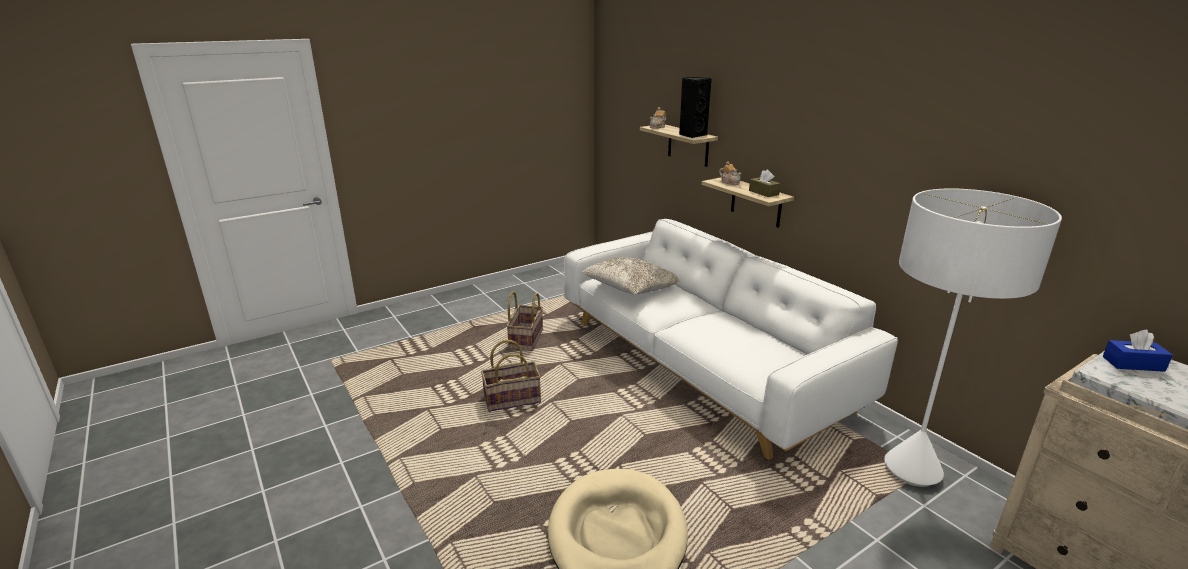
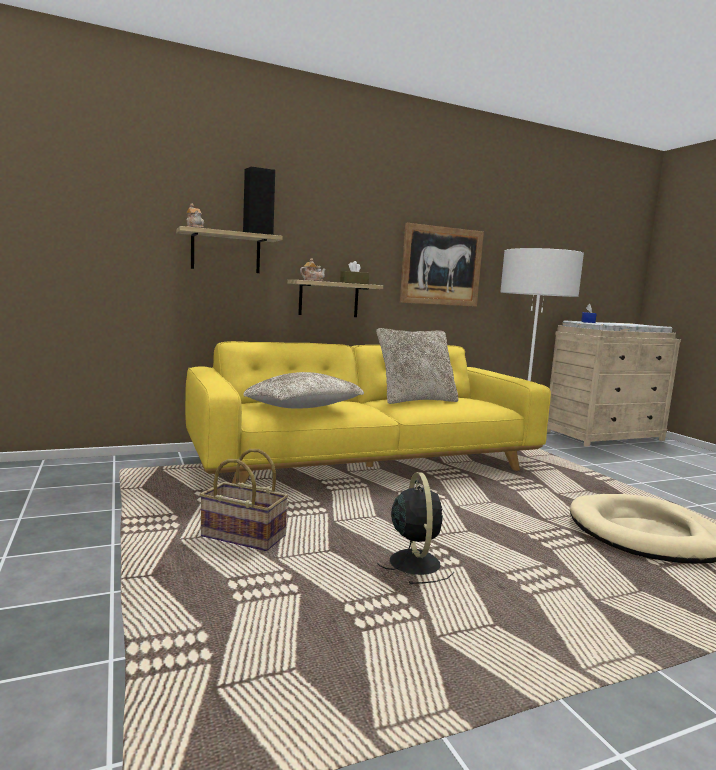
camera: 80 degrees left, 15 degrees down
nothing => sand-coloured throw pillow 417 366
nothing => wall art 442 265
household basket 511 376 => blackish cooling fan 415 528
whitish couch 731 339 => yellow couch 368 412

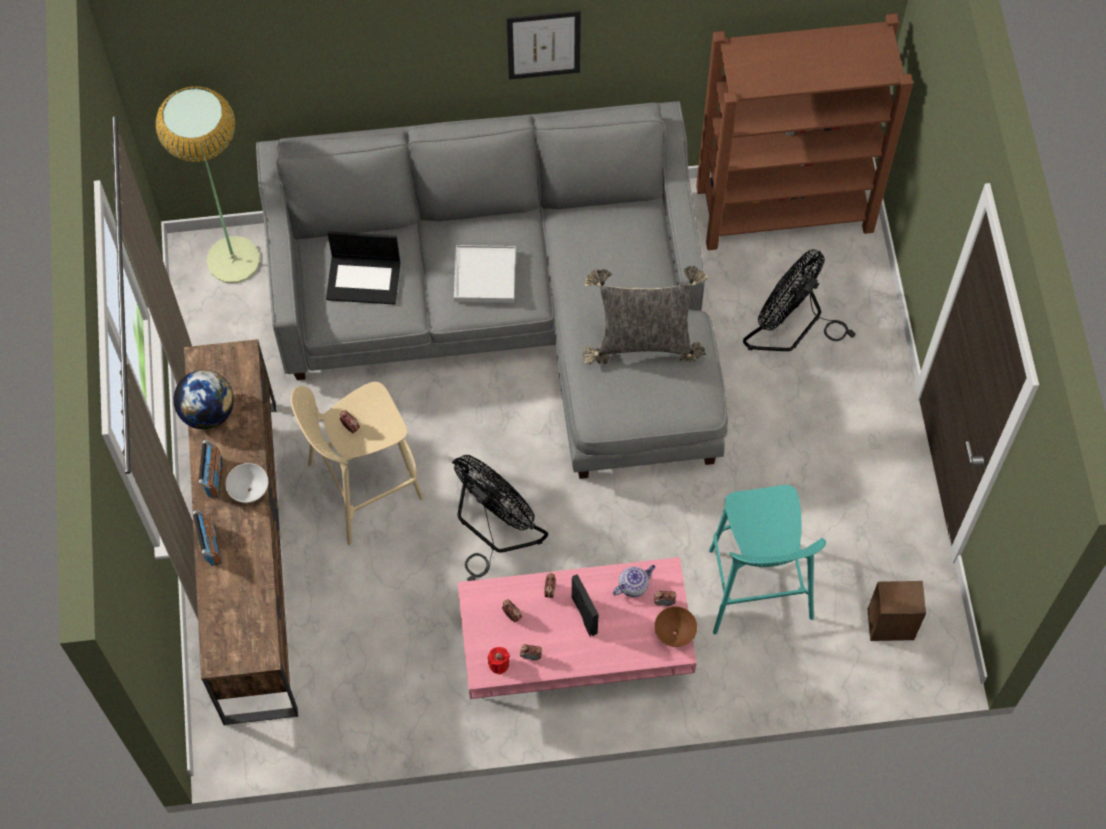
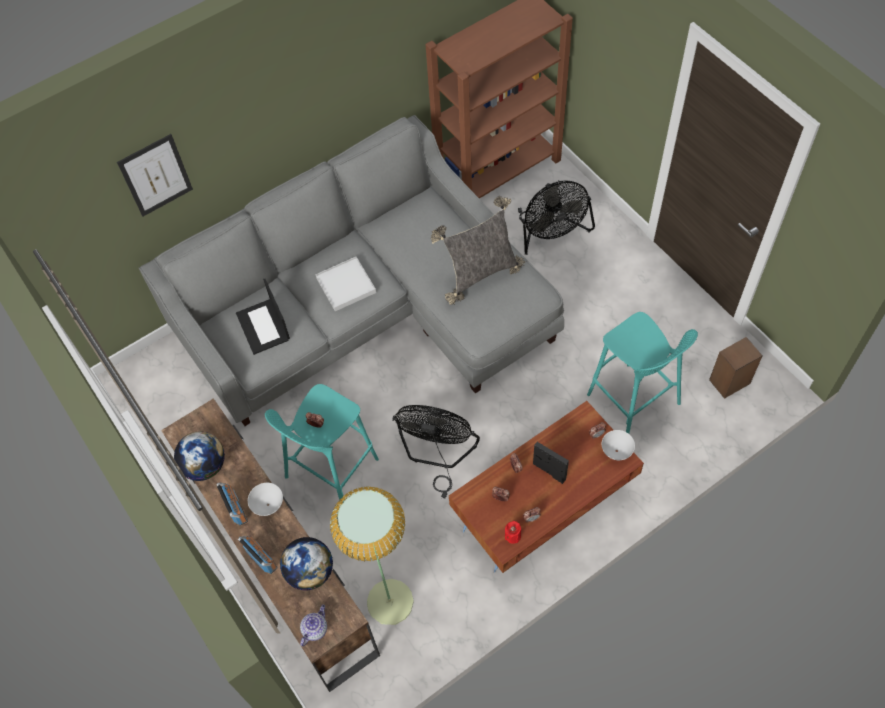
camera: 25 degrees left, 5 degrees down
nothing => globe 306 563
standing lamp 207 184 => standing lamp 372 556, moved
wall art 544 45 => wall art 155 175, moved
teapot 634 581 => teapot 313 626, moved
sand-coloured stool 357 463 => blue-green stool 322 443
pinkish lounge table 576 628 => brown lounge table 546 487
brown serving bowl 675 626 => whitish serving bowl 618 445
portable computer 363 268 => portable computer 263 316, 90 degrees clockwise
blackish cooling fan 799 300 => blackish cooling fan 556 218, 120 degrees counterclockwise

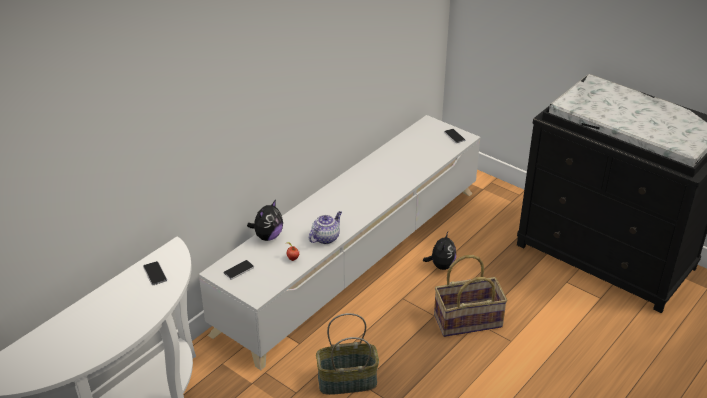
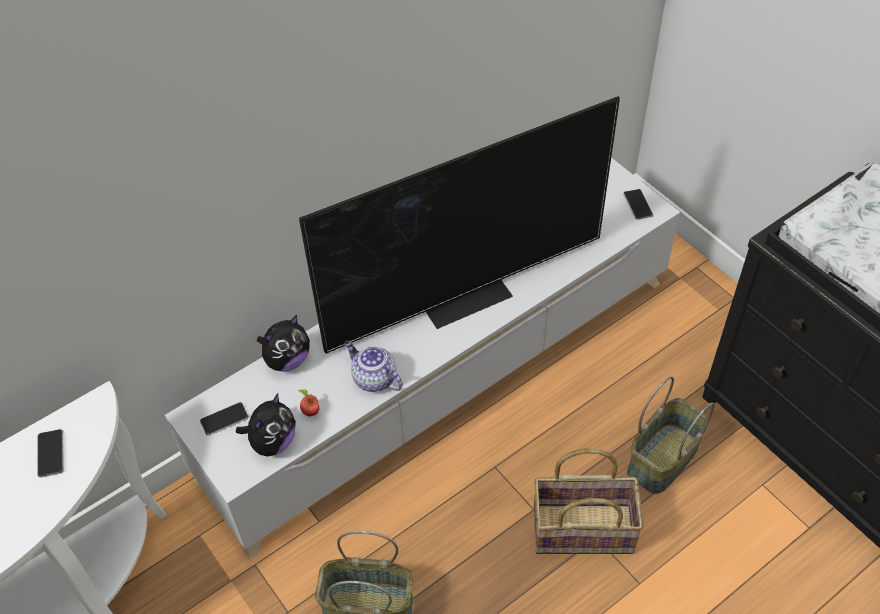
camera: 15 degrees right, 15 degrees up
nothing => TV 459 225
nothing => household basket 670 435
plush toy 439 251 => plush toy 266 425, moved
teapot 325 227 => teapot 373 366, 105 degrees counterclockwise

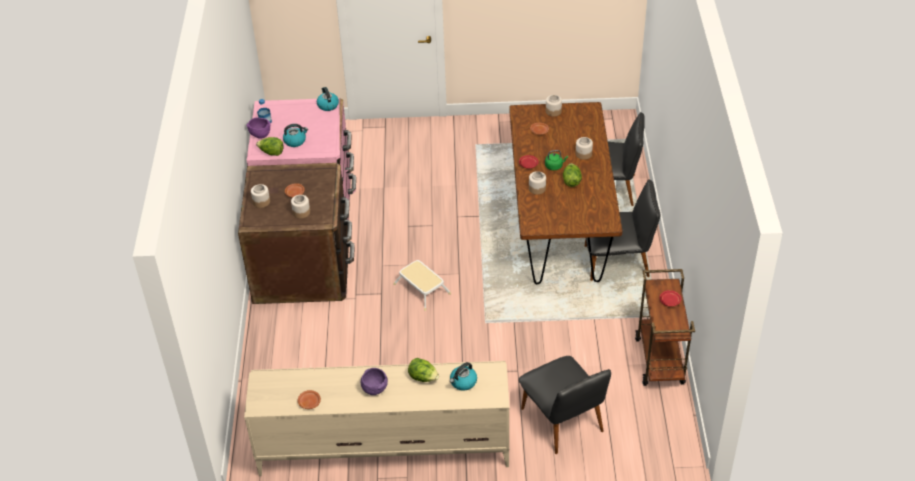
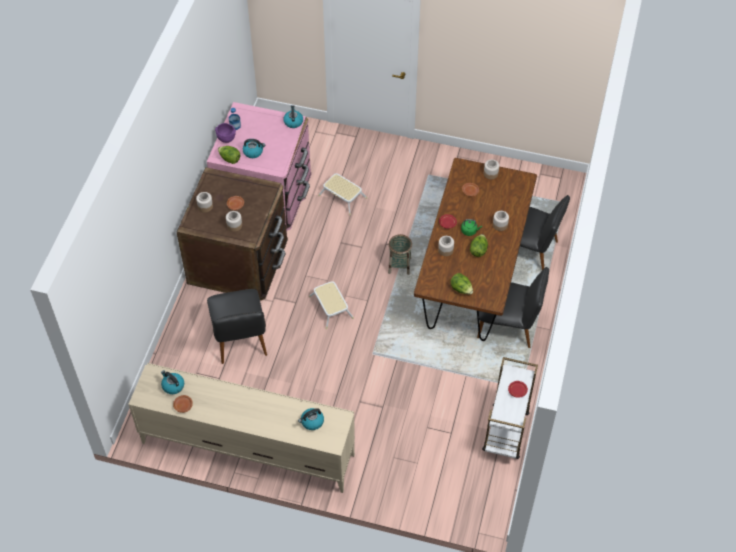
camera: 15 degrees right, 10 degrees up
purple serving bowl 374 381 => nothing
nothing => water kettle 172 382
nothing => sand-coloured step stool 343 194
nothing => household basket 400 254
lettuce head 423 370 => lettuce head 461 283, moved
blackish plain chair 565 405 => blackish plain chair 237 326, moved
brown cart 665 327 => whitish cart 510 408

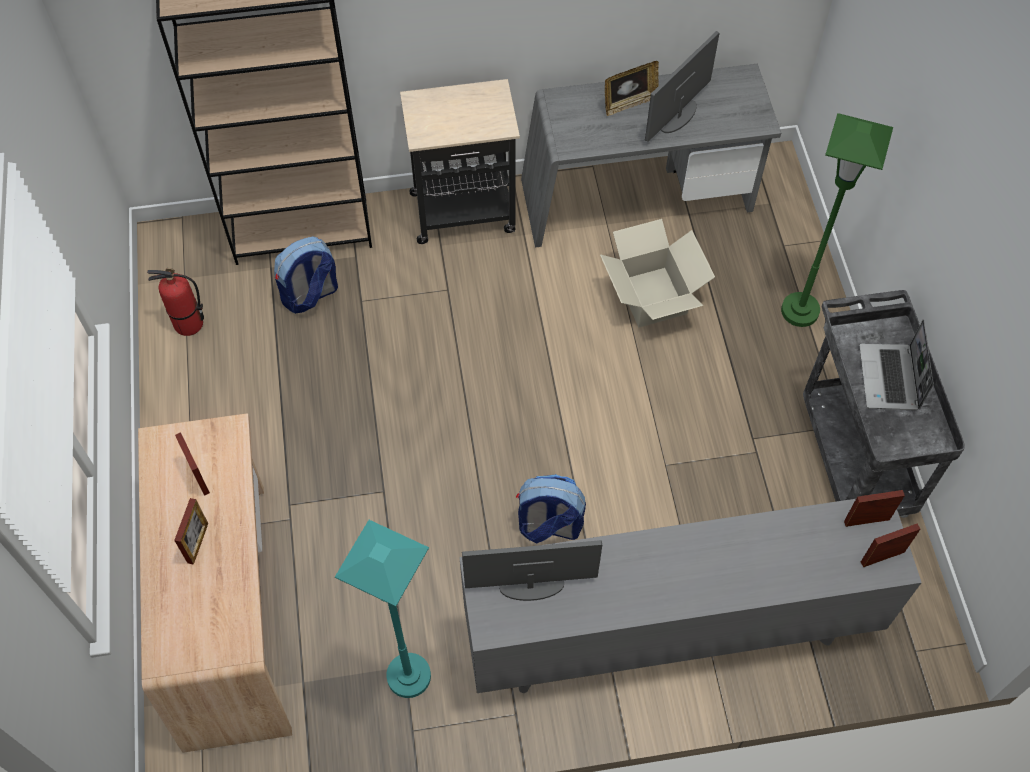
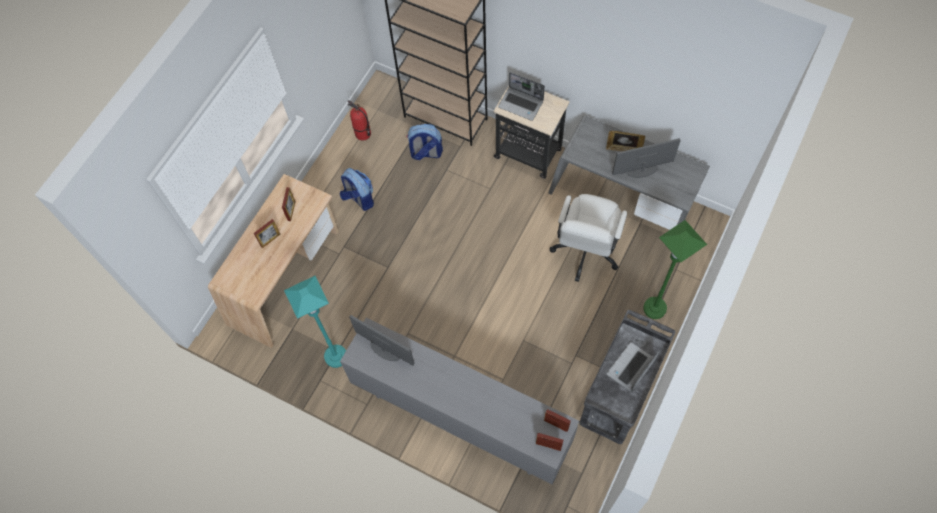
camera: 40 degrees right, 5 degrees up
nothing => portable computer 521 96
rucksack 551 509 => rucksack 357 189, moved
carton 657 273 => whitish computer chair 588 238

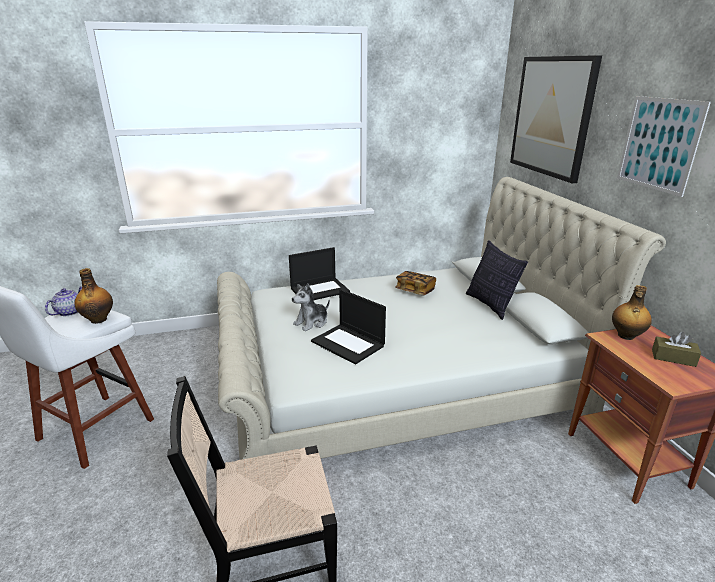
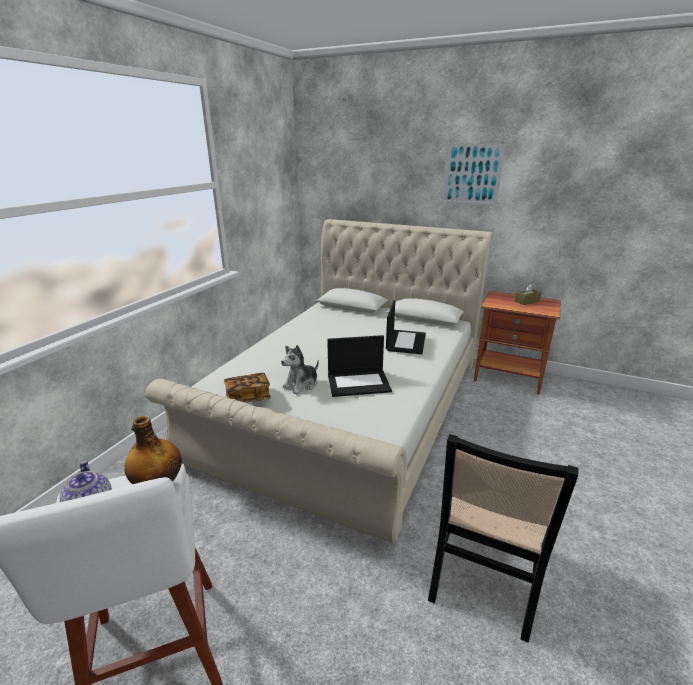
camera: 50 degrees left, 0 degrees up
throw pillow 497 280 => nothing
wall art 556 119 => nothing
beverage bottle 632 312 => nothing
portable computer 319 273 => portable computer 406 327, moved
volume 415 283 => volume 247 388, moved
plush toy 311 307 => plush toy 300 370, 45 degrees clockwise

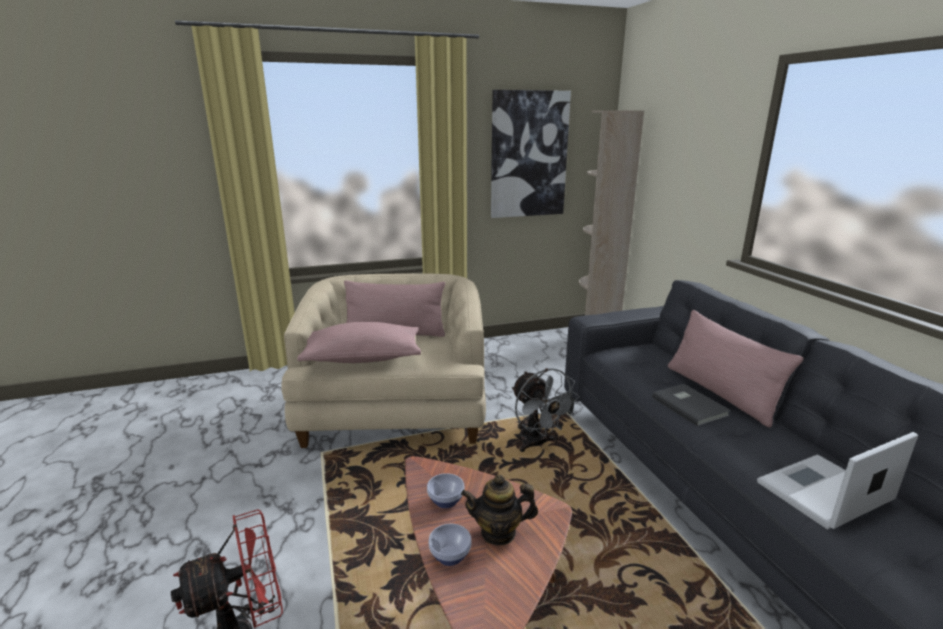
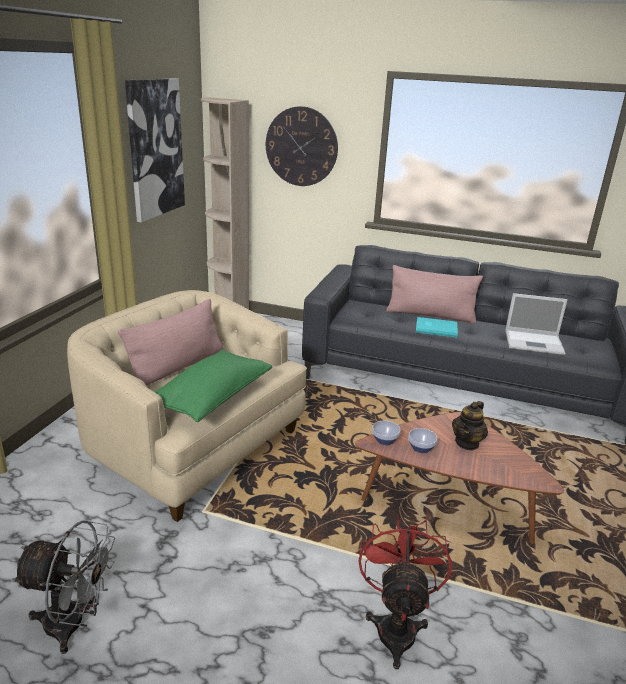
camera: 55 degrees left, 5 degrees up
nothing => wall clock 302 146
serving bowl 450 545 => serving bowl 386 433, moved
grey cooling fan 546 410 => grey cooling fan 63 587, moved
pinkish throw pillow 359 342 => green throw pillow 213 386
grey volume 691 405 => blue-green volume 437 327
portable computer 837 481 => portable computer 536 324, 90 degrees counterclockwise

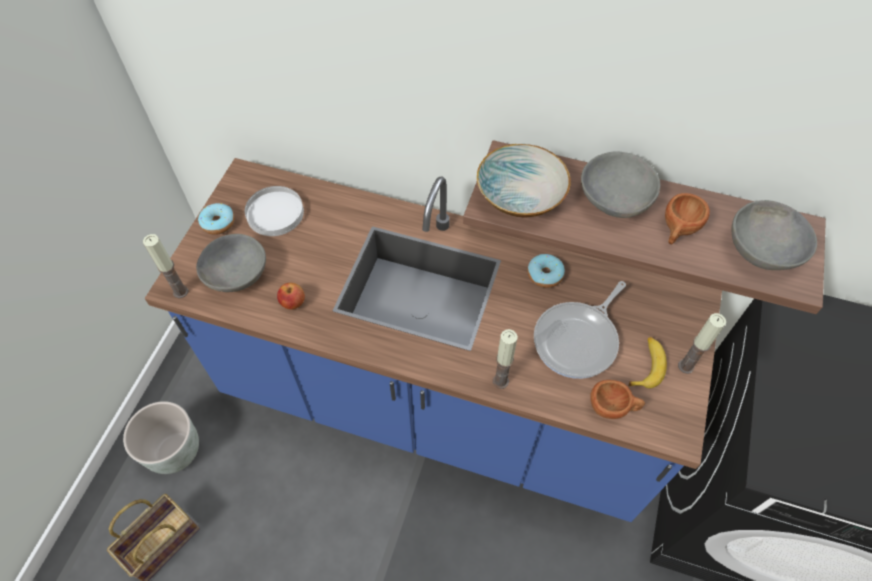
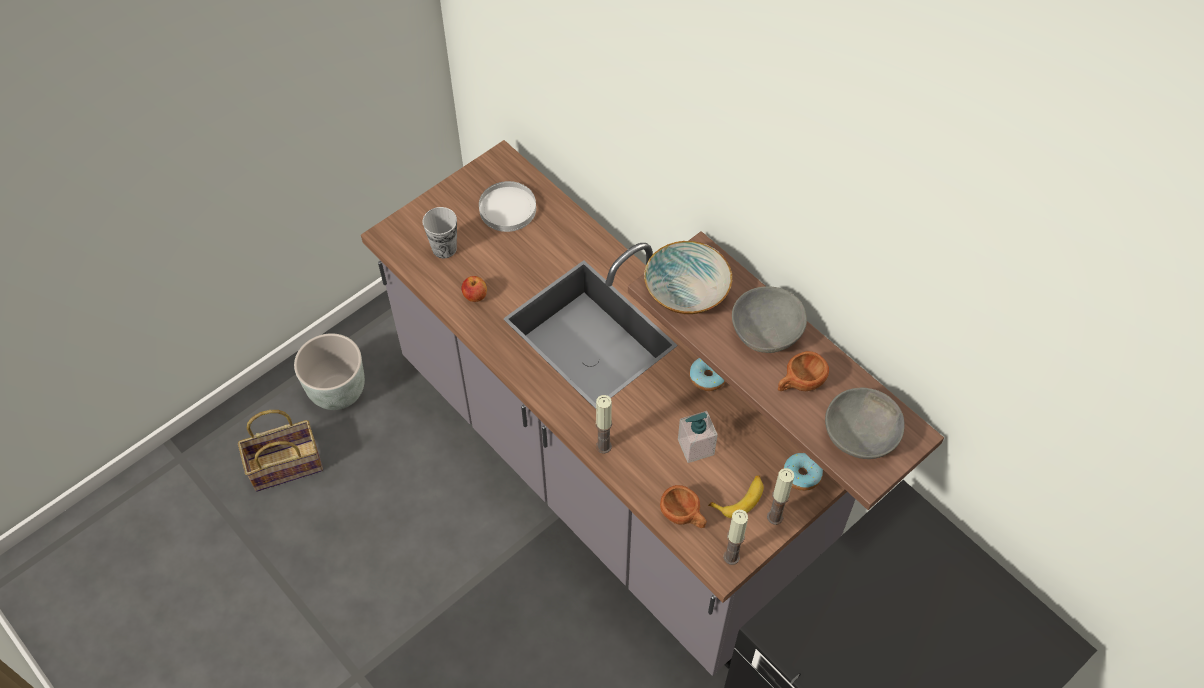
camera: 30 degrees right, 0 degrees up
wax light 165 266 => wax light 735 537, moved
doughnut 216 219 => doughnut 803 472, moved
grey serving bowl 231 263 => cup 439 232
frying pan 580 330 => soap bottle 698 437
blue-coloured kitchen counter 433 340 => grey kitchen counter 608 408

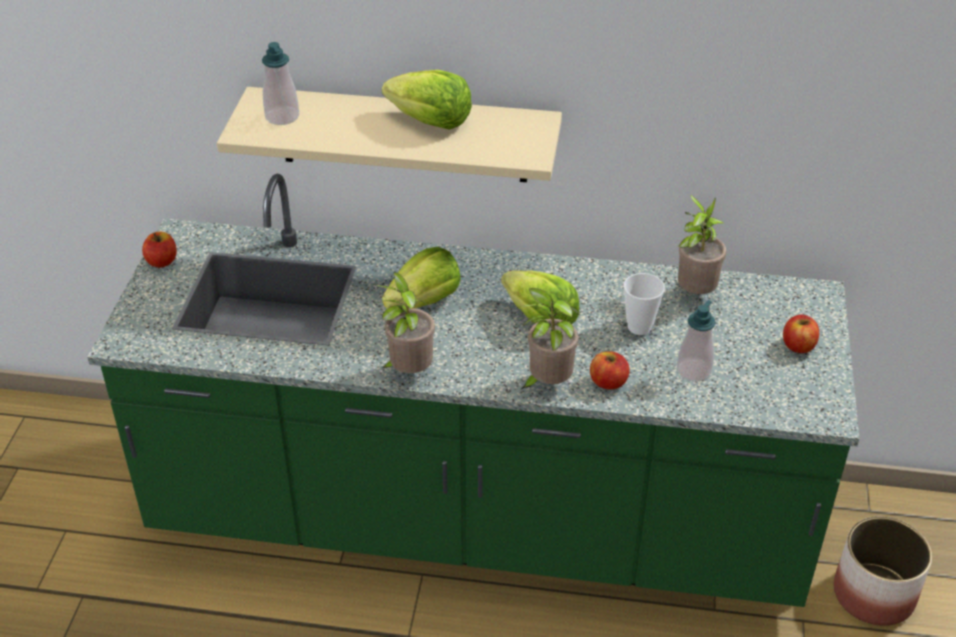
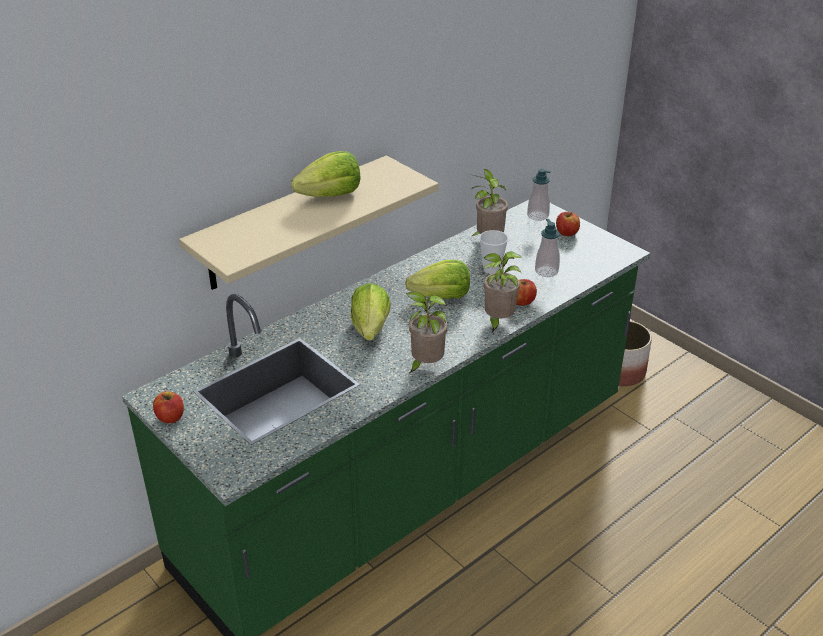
camera: 50 degrees left, 5 degrees down
soap bottle 280 83 => soap bottle 539 195, moved

